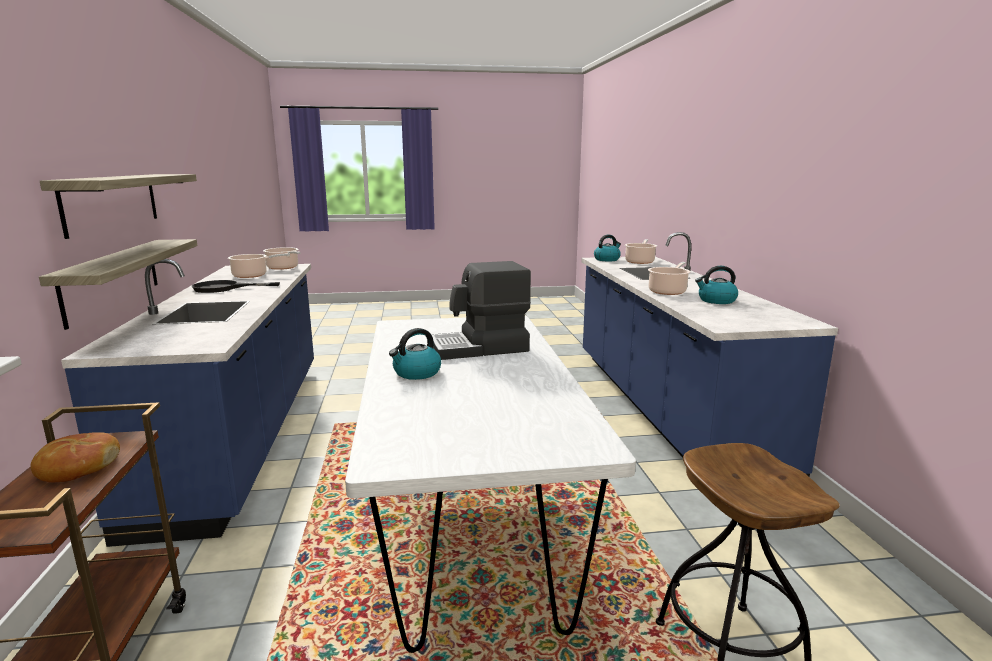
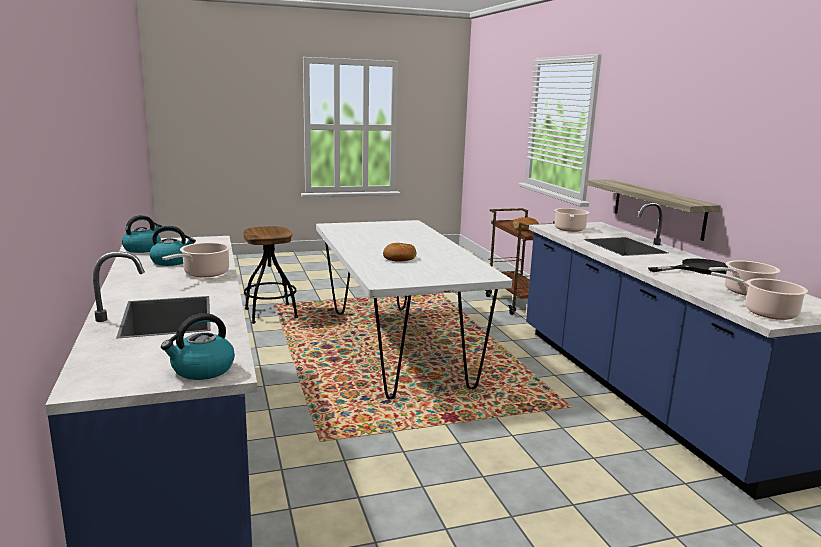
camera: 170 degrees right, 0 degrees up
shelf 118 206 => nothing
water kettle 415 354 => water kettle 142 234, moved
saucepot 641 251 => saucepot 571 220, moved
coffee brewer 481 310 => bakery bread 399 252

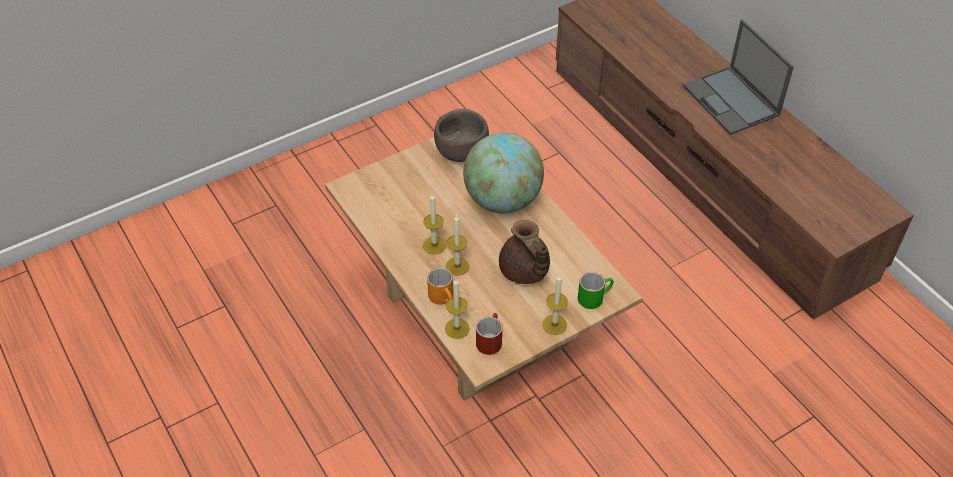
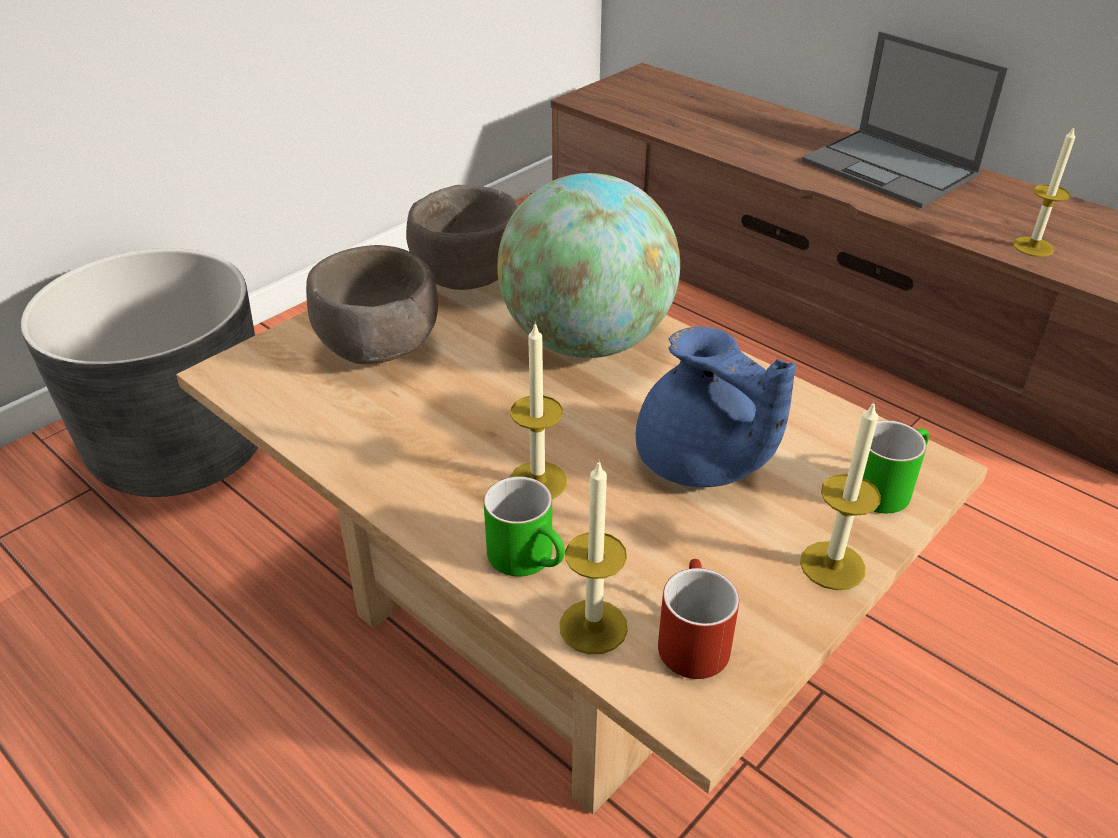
camera: 15 degrees left, 10 degrees down
nothing => grey plant pot 139 372
nothing => brown serving bowl 372 304
wax light 434 223 => wax light 1044 192, moved
orangey coffee mug 440 286 => green coffee mug 524 527
brown teapot 524 252 => blue-coloured teapot 716 407

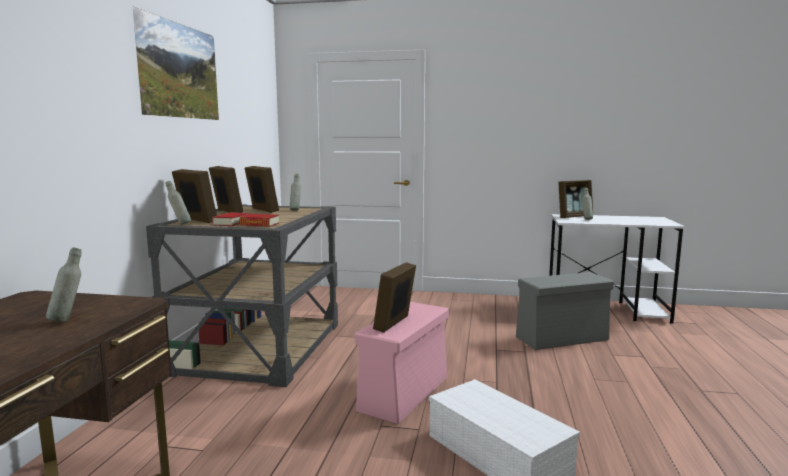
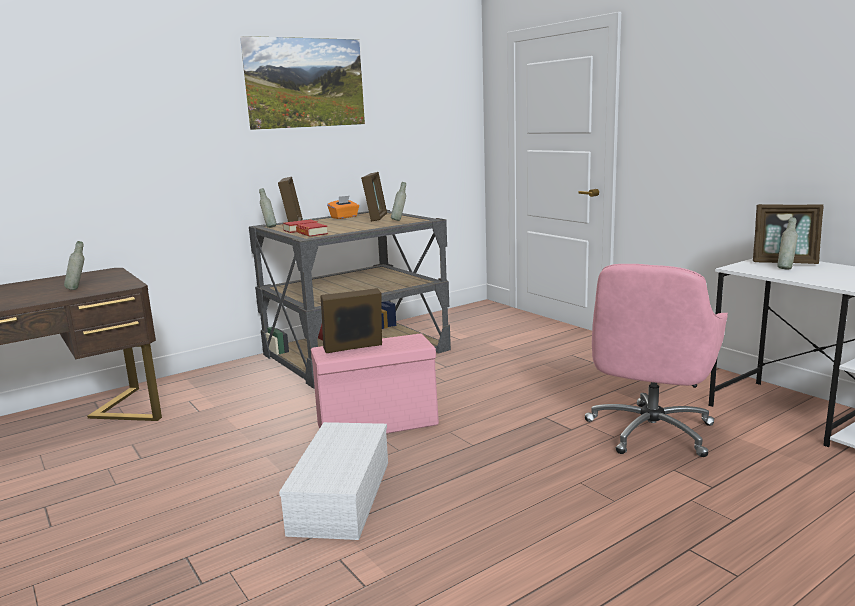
camera: 45 degrees right, 5 degrees up
photo frame 226 189 => orangey box of tissues 343 207
grey storage box 565 311 => pinkish computer chair 656 360

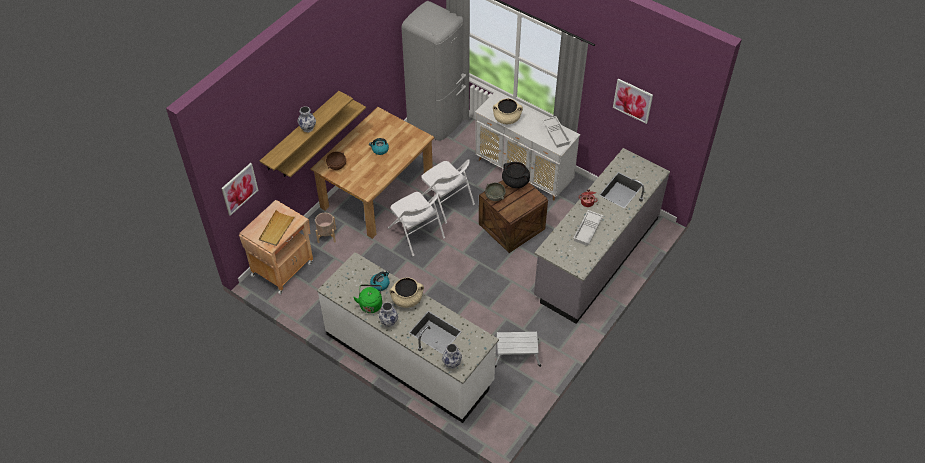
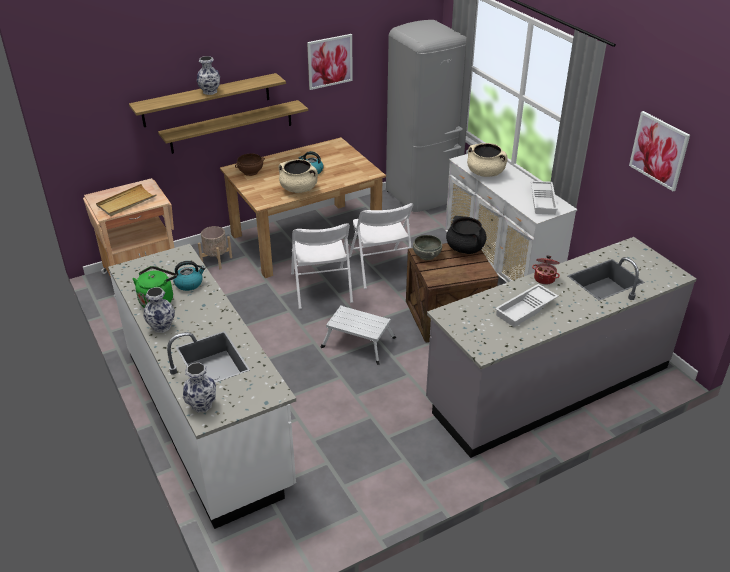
camera: 25 degrees right, 15 degrees down
wall art 239 189 => wall art 330 62, moved
sand-coloured saucepot 407 292 => sand-coloured saucepot 298 176, moved
whitish step stool 518 349 => whitish step stool 358 335, moved

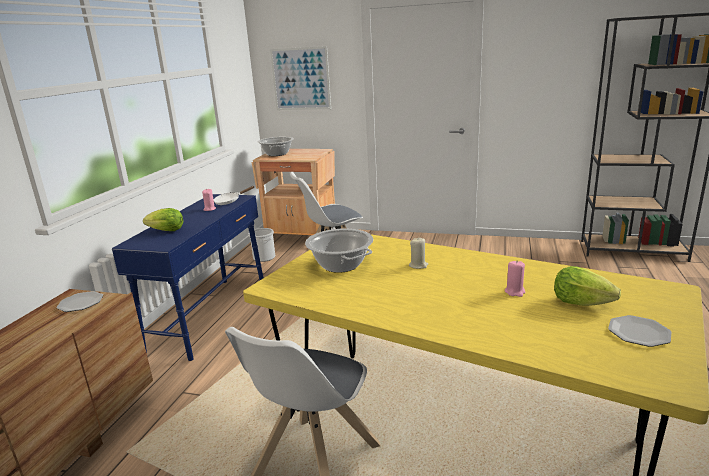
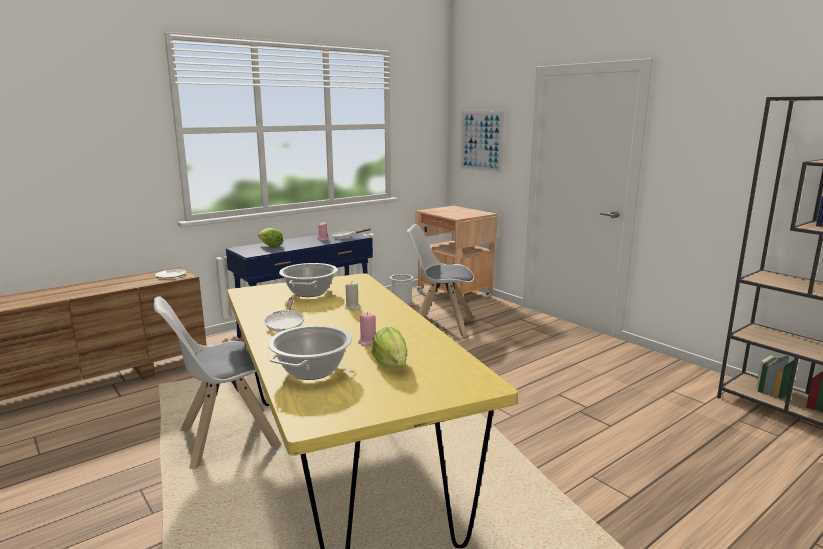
camera: 35 degrees right, 5 degrees down
plate 639 331 => nothing
nothing => whitish frying pan 284 314
saucepot 276 146 => saucepot 310 352, moved

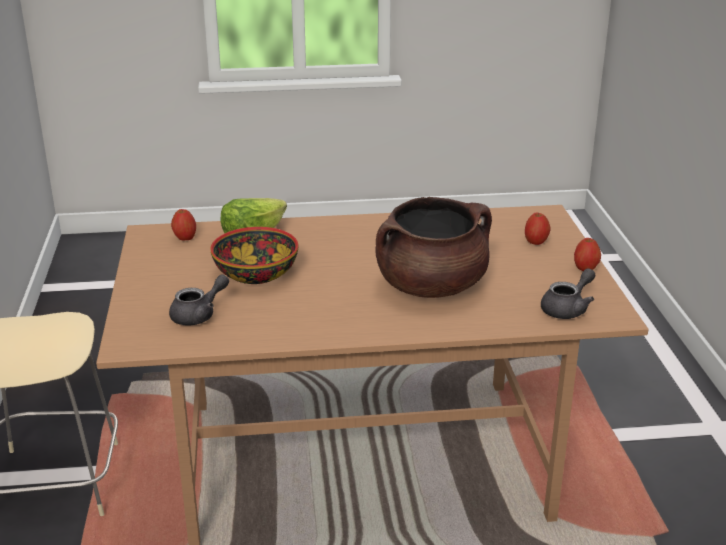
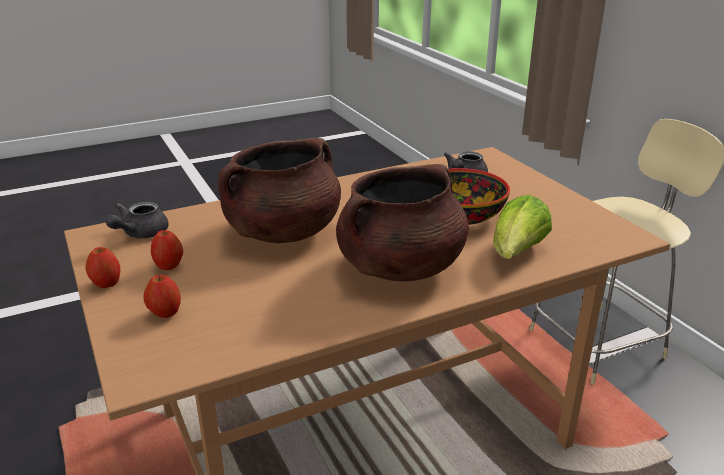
camera: 160 degrees right, 0 degrees up
nothing => brown saucepot 402 222
apple fruit 183 224 => apple fruit 167 250, moved

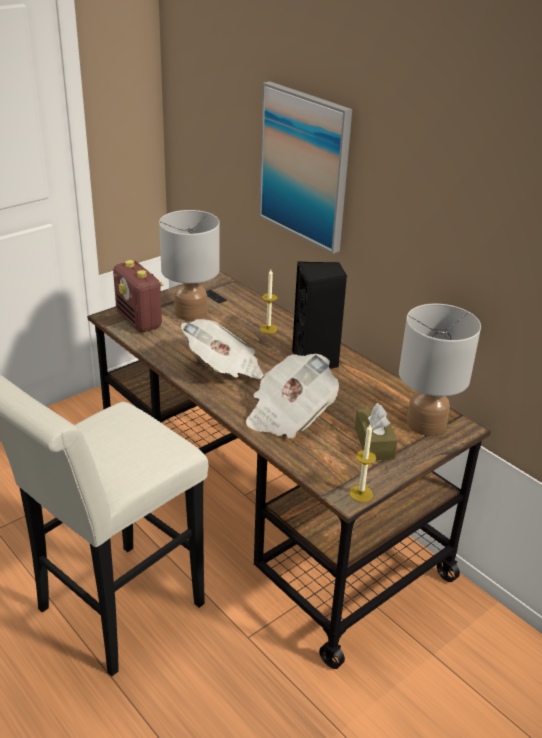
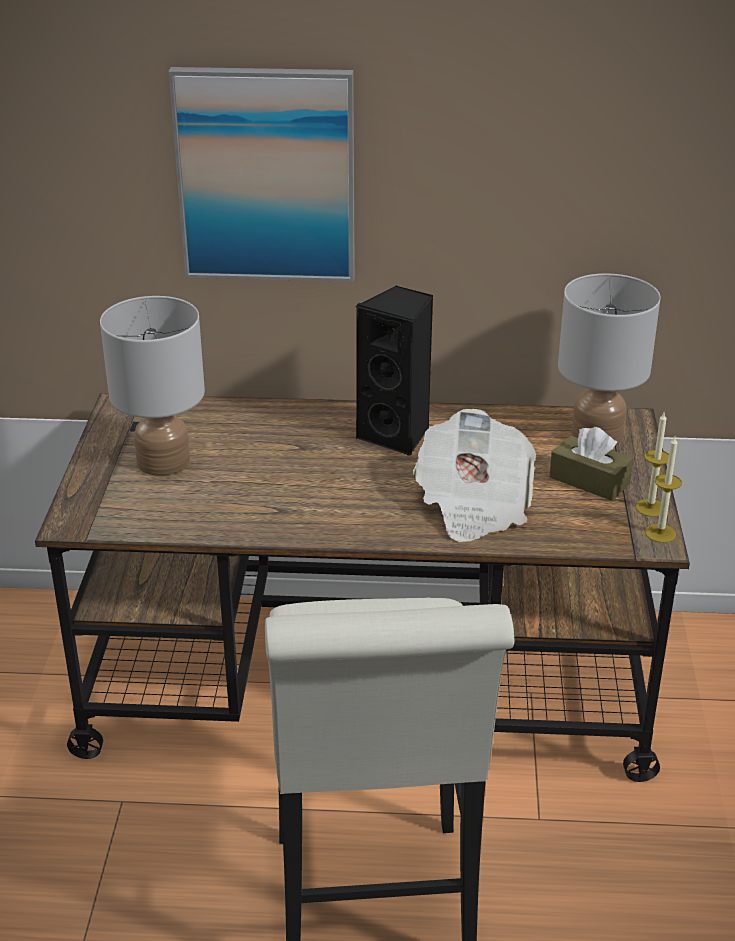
camera: 45 degrees left, 0 degrees up
radio receiver 138 296 => nothing
printed paper 222 349 => nothing
wax light 268 301 => wax light 652 465, moved

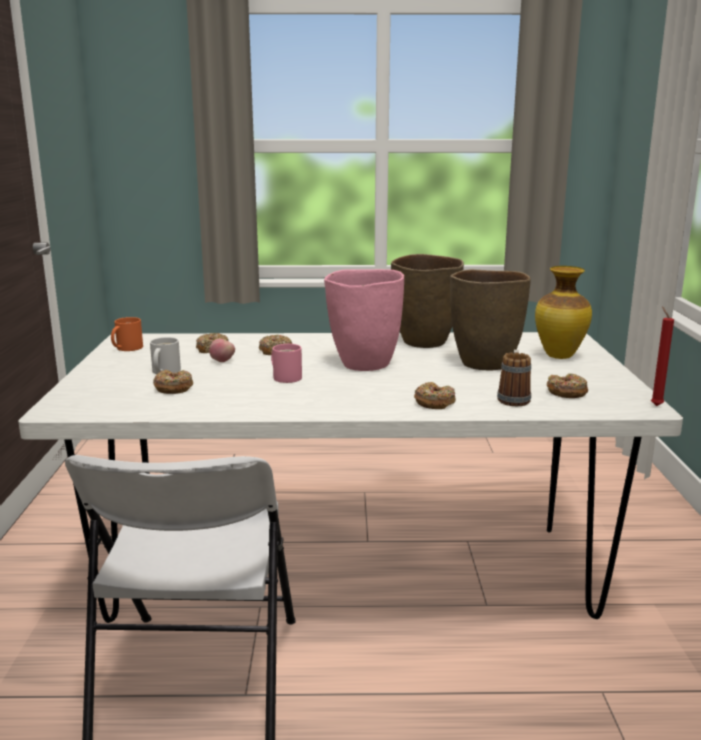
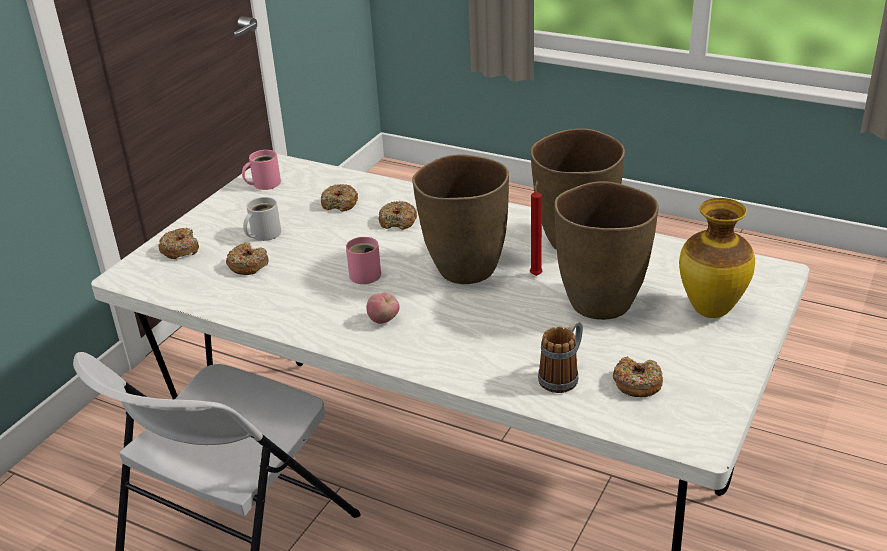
camera: 30 degrees right, 15 degrees up
apple fruit 222 350 => apple fruit 382 308, moved
doughnut 435 395 => doughnut 179 243, moved
red-coloured wax light 662 356 => red-coloured wax light 536 228, moved
orangey coffee mug 127 334 => pinkish coffee mug 261 170
pinkish flower vase 364 320 => brown flower vase 460 219

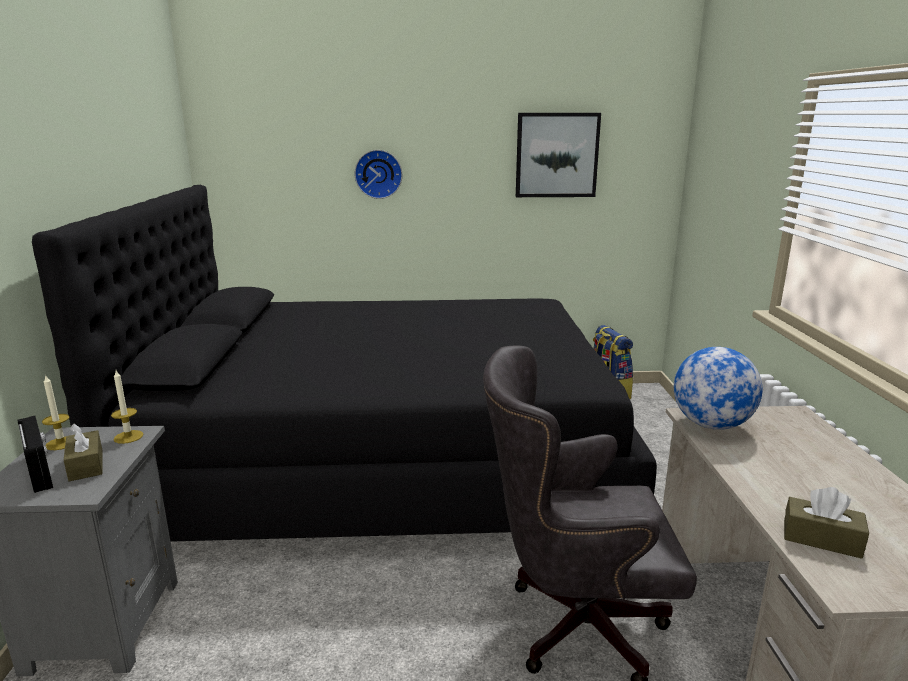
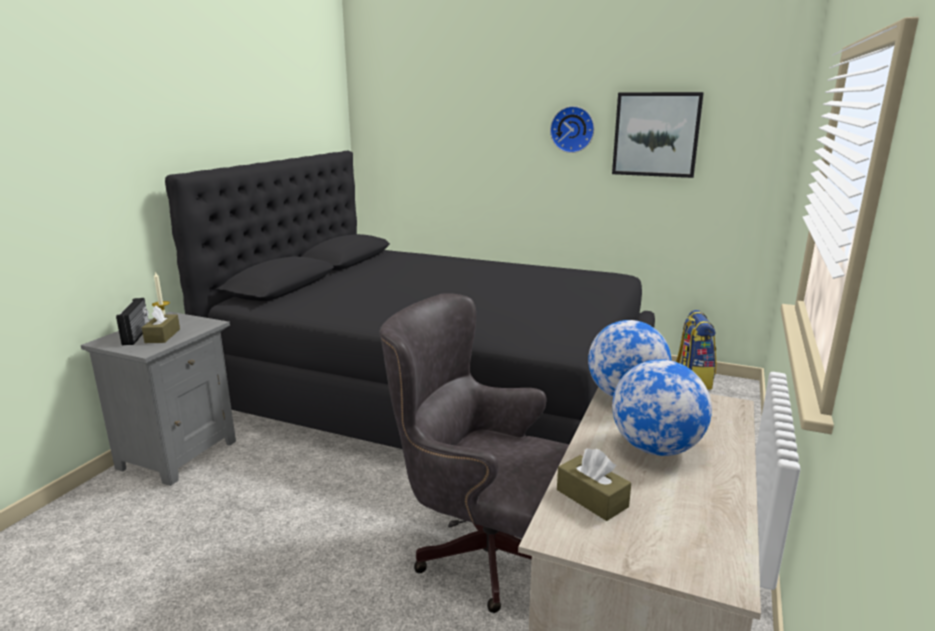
camera: 25 degrees right, 0 degrees up
wax light 127 407 => nothing
nothing => globe 662 407
wall clock 378 174 => wall clock 572 129, moved

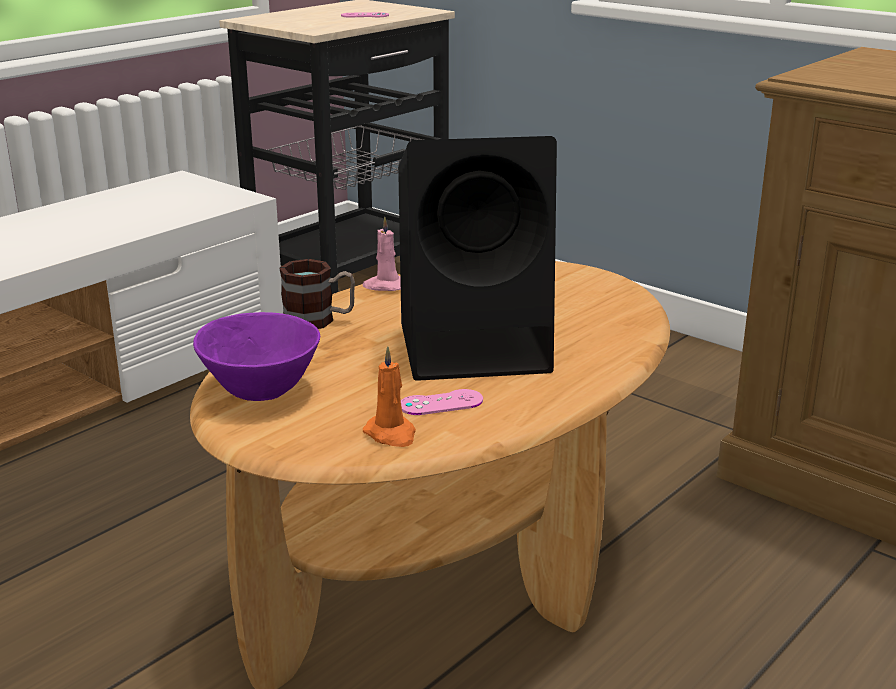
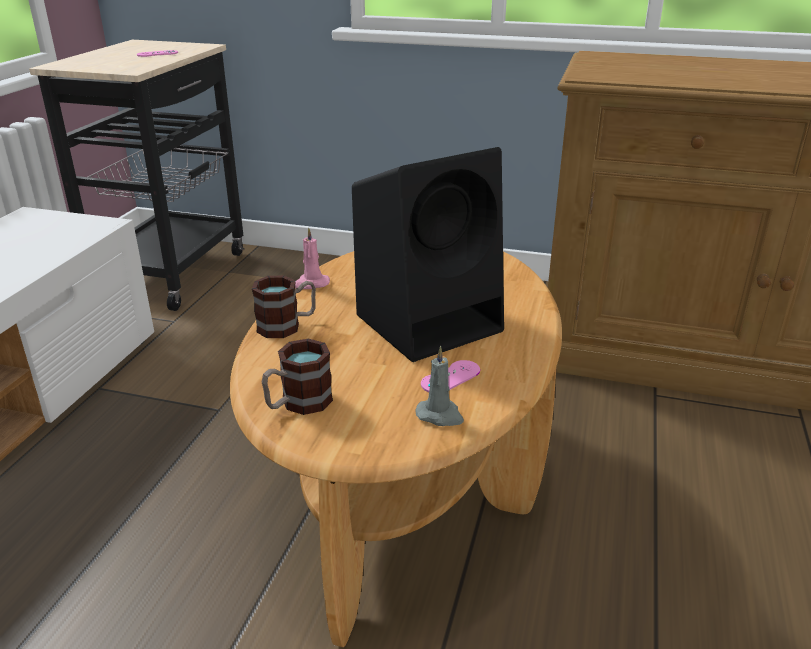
camera: 25 degrees left, 5 degrees up
purple serving bowl 256 356 => coffee mug 297 377
orangey wax light 389 396 => grey wax light 440 386

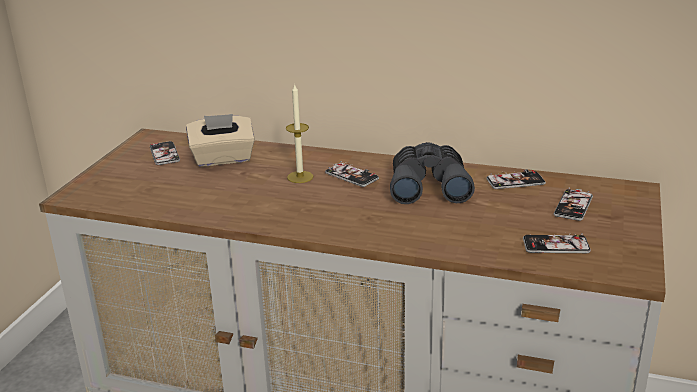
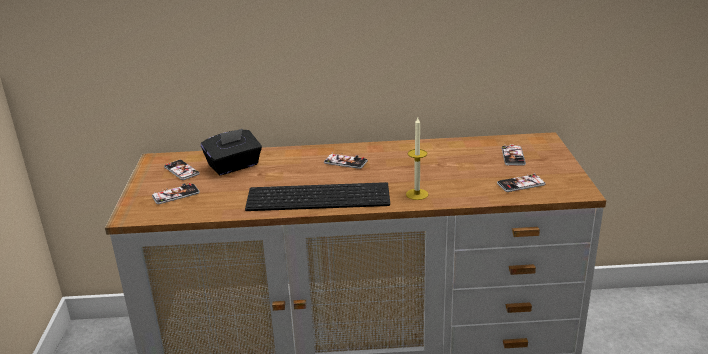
camera: 20 degrees left, 0 degrees up
grey binoculars 432 173 => nothing
nothing => computer keyboard 317 196
wax light 300 133 => wax light 417 159, moved
handset 516 179 => handset 176 193, moved
sand-coloured box of tissues 220 140 => blackish box of tissues 231 151

